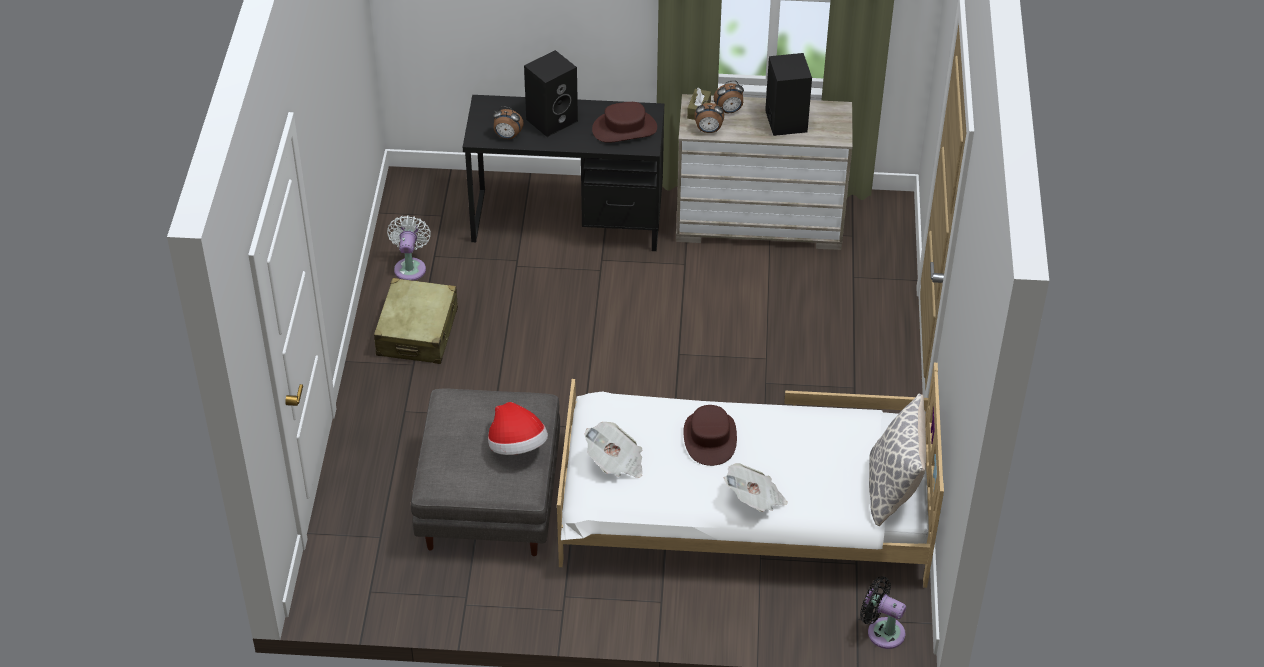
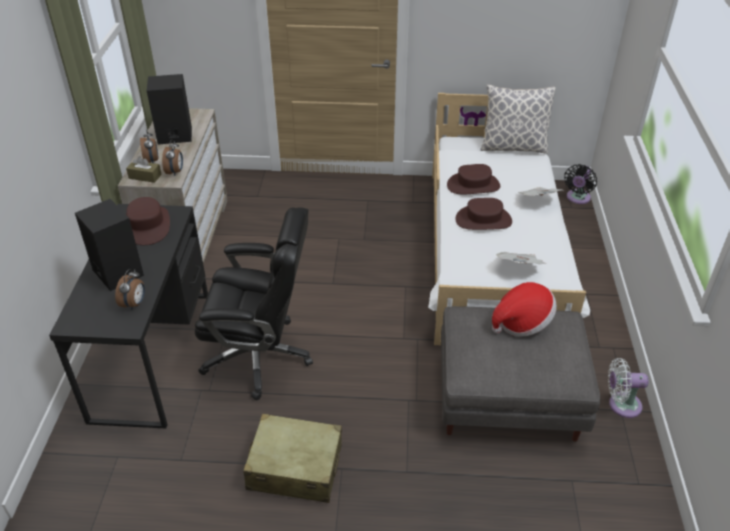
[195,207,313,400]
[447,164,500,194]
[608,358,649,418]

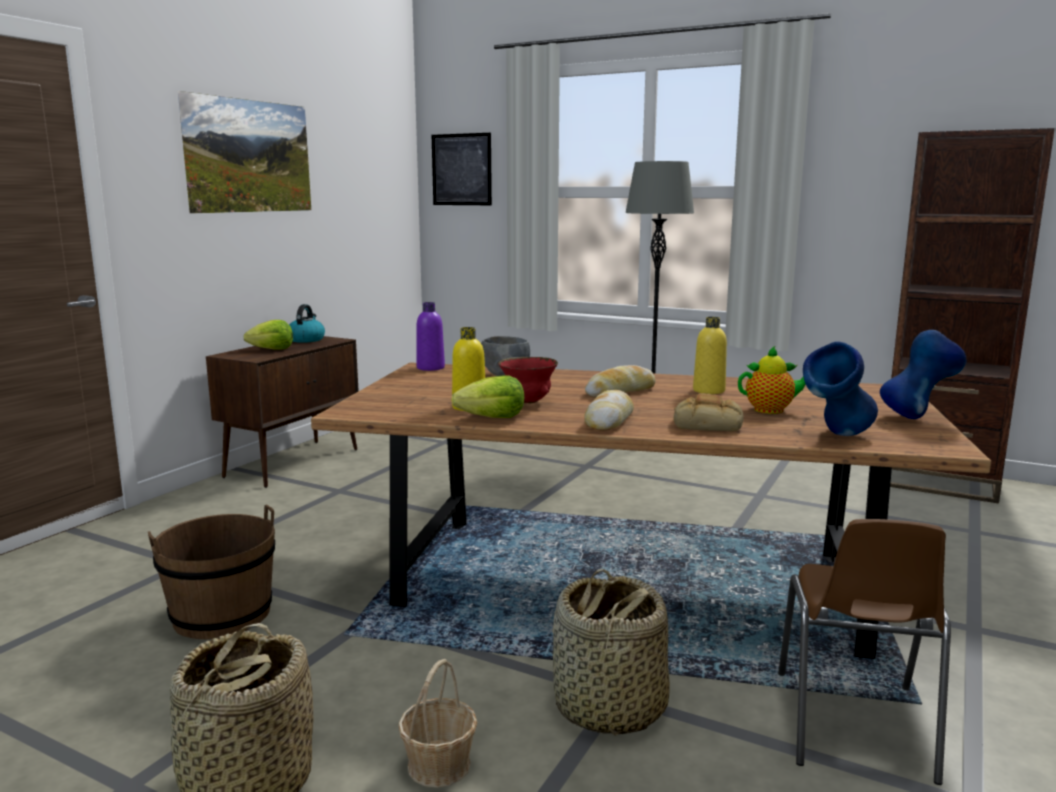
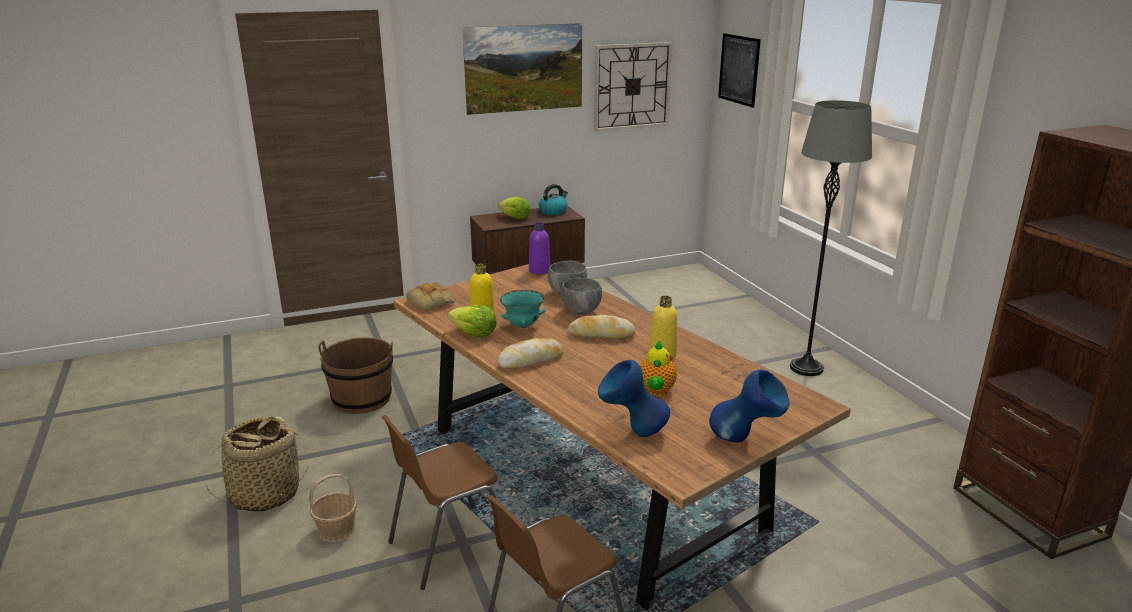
[561,277,602,315]
[594,42,672,132]
[406,282,454,311]
[382,415,498,590]
[500,289,546,328]
[640,342,677,396]

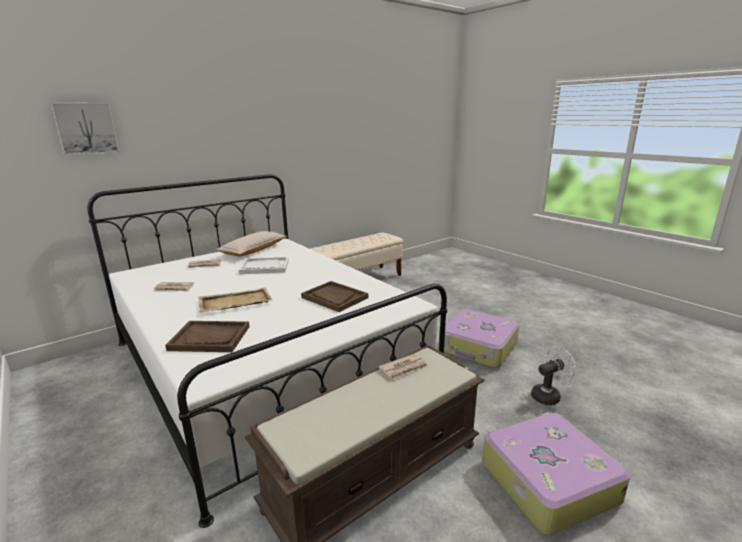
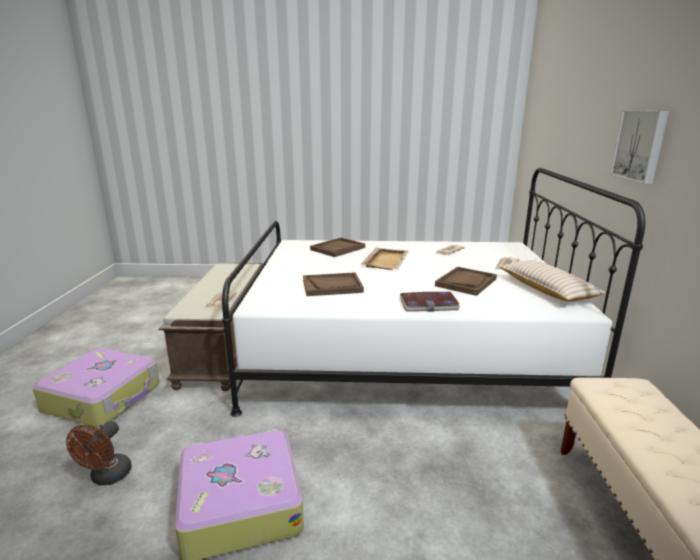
[400,292,460,312]
[610,110,669,184]
[435,267,497,296]
[66,421,132,485]

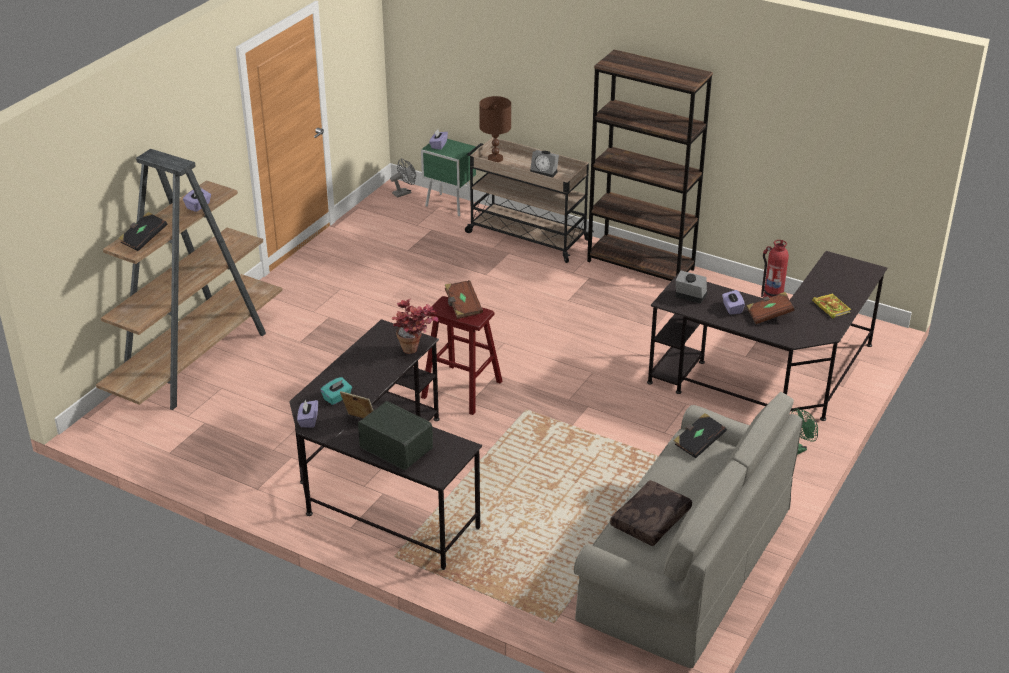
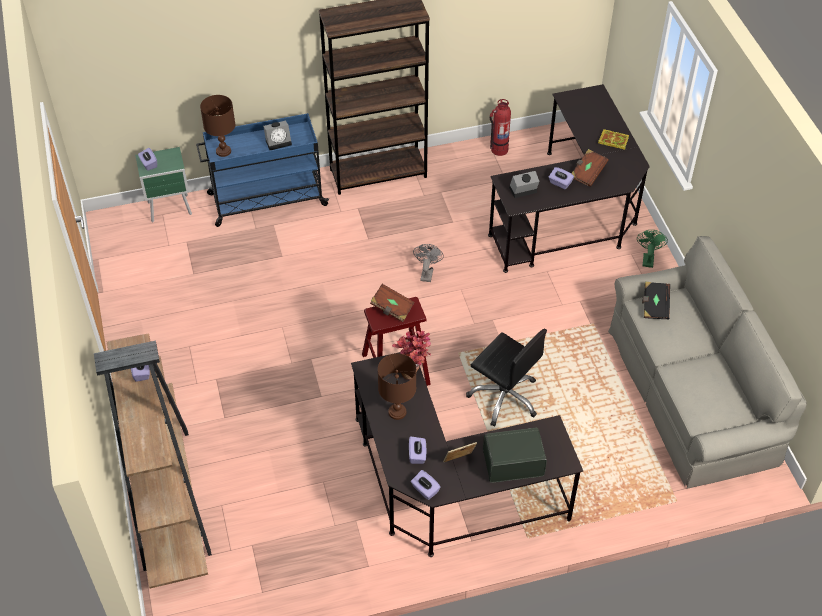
[118,212,168,251] (first image)
[610,480,692,546] (first image)
[378,353,416,420]
[466,329,547,427]
[413,244,444,282]
[409,436,426,464]
[196,113,329,227]

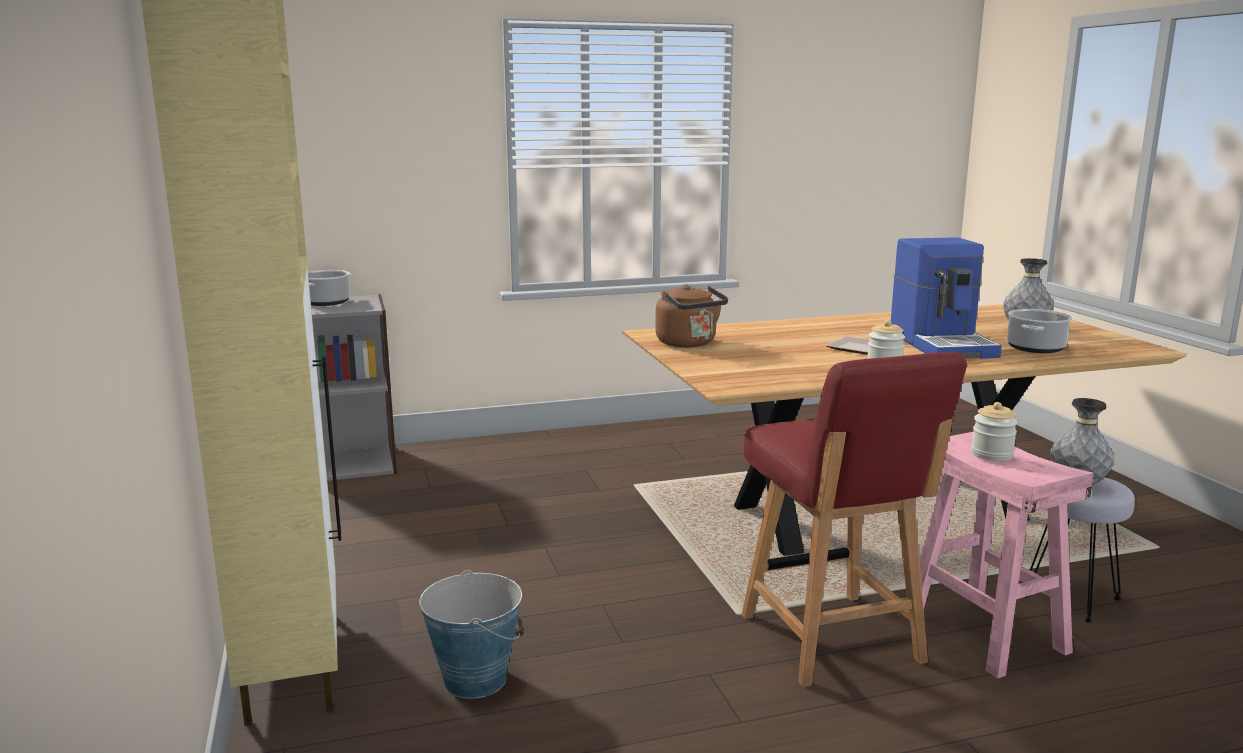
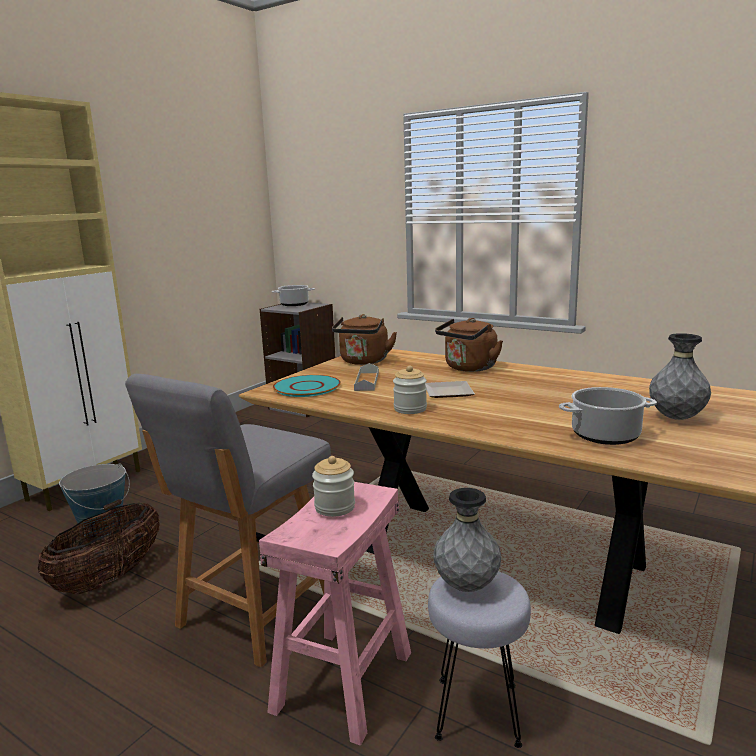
[891,237,1002,359] (first image)
[38,503,160,594]
[273,375,341,397]
[354,363,379,391]
[435,318,503,372]
[125,374,331,667]

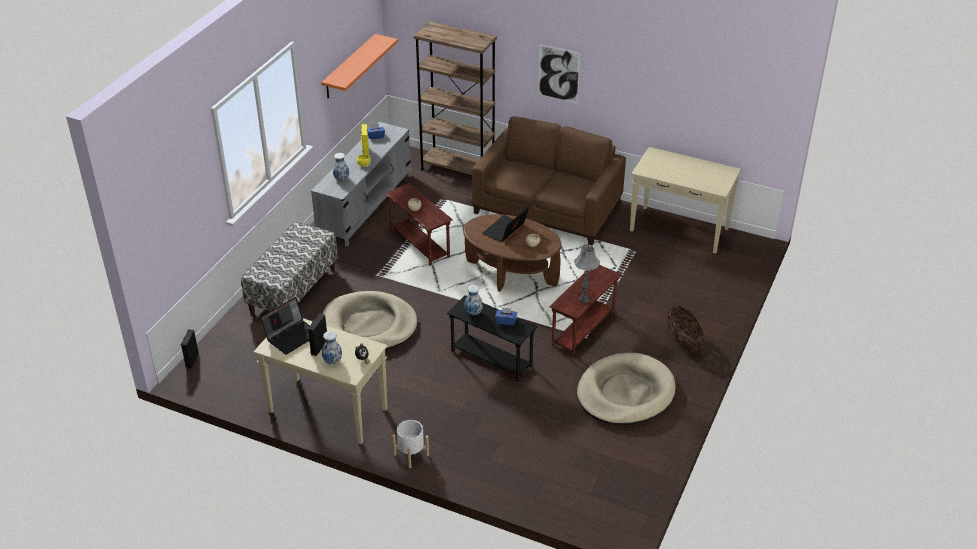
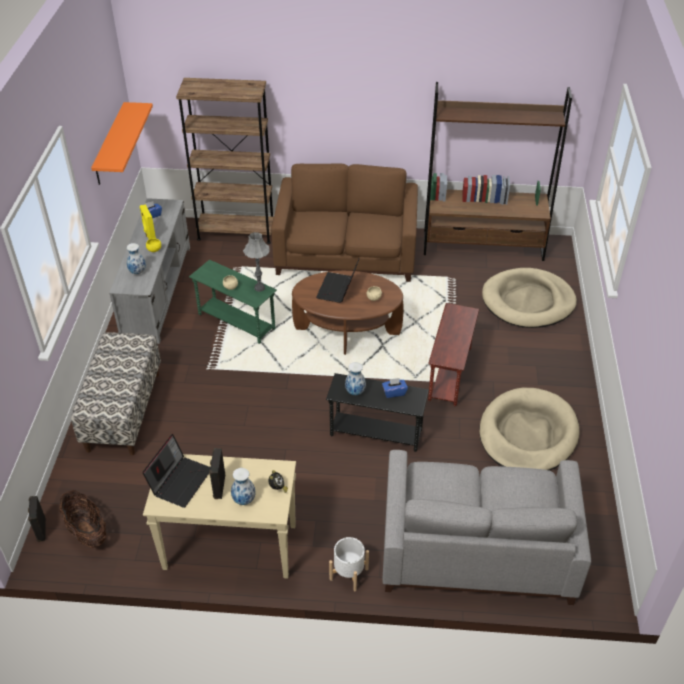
[538,44,581,104] (first image)
[383,450,591,605]
[482,268,577,328]
[243,232,269,292]
[60,490,106,548]
[424,82,572,261]
[189,260,277,344]

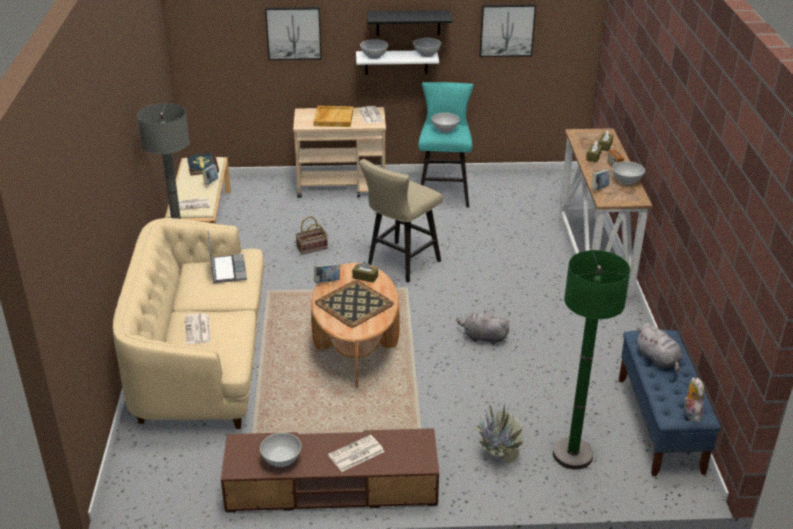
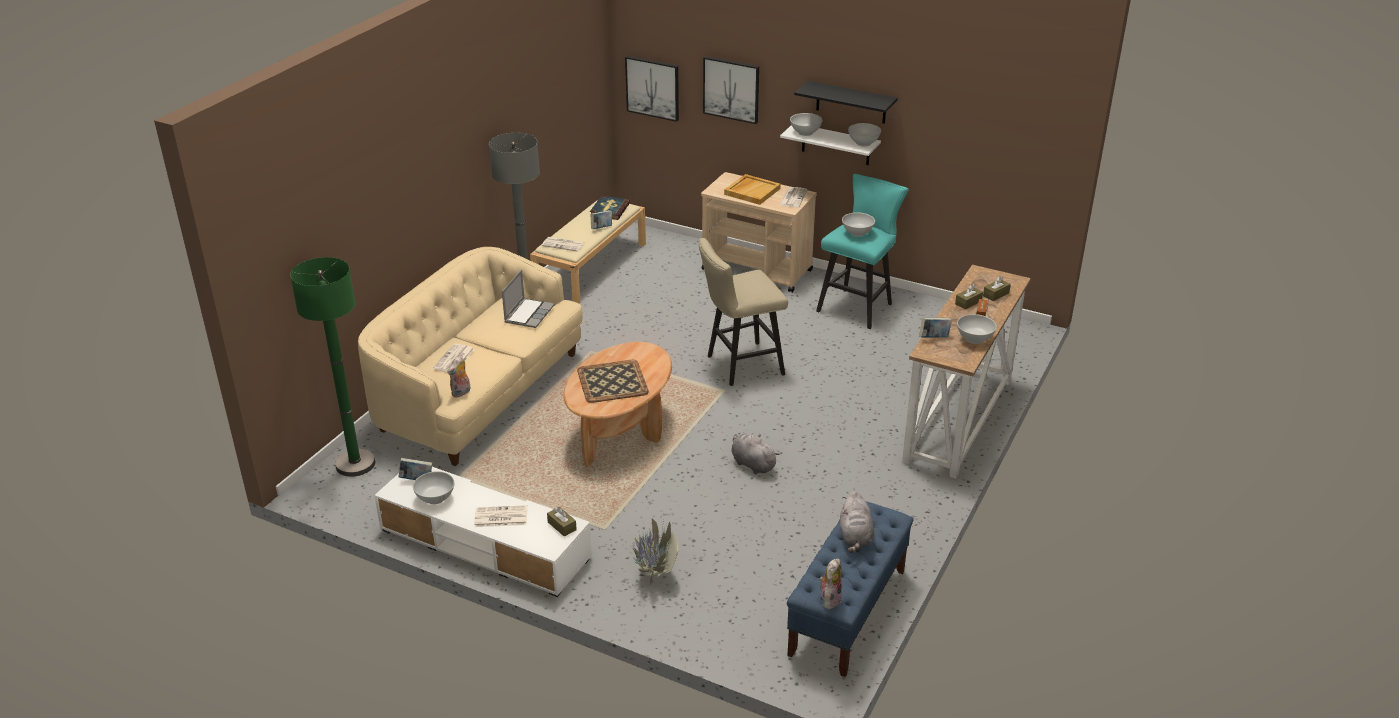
[296,217,328,255] (first image)
[447,355,471,398]
[399,458,432,480]
[547,507,577,537]
[625,56,679,122]
[290,257,375,477]
[374,467,592,597]

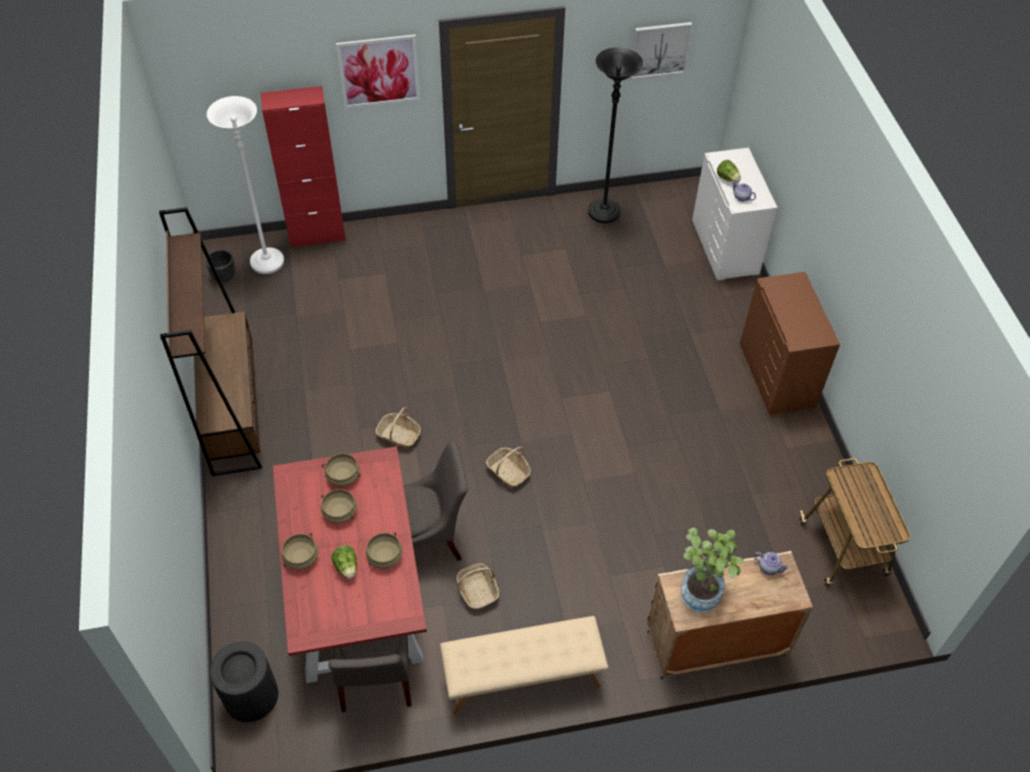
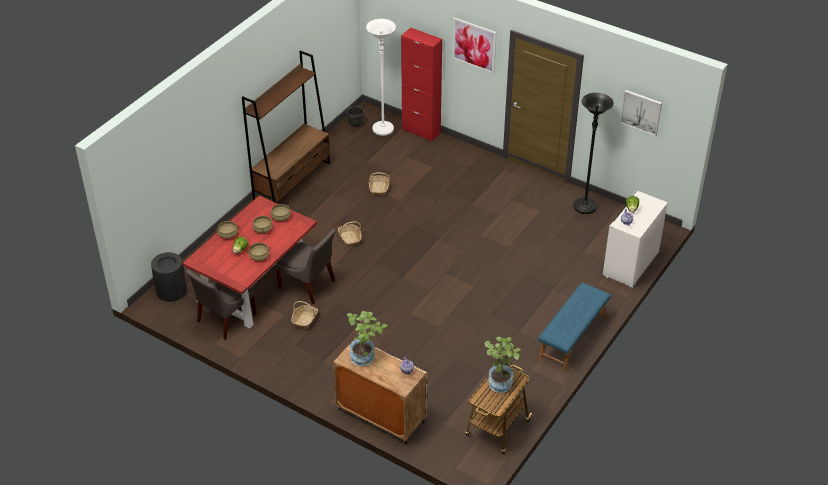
[440,616,608,715] (first image)
[485,337,521,393]
[369,172,390,195]
[538,282,611,371]

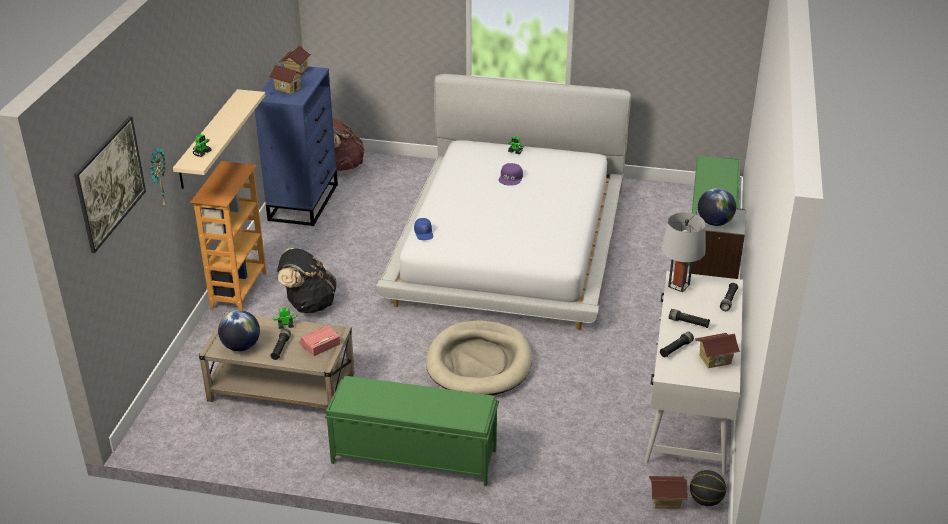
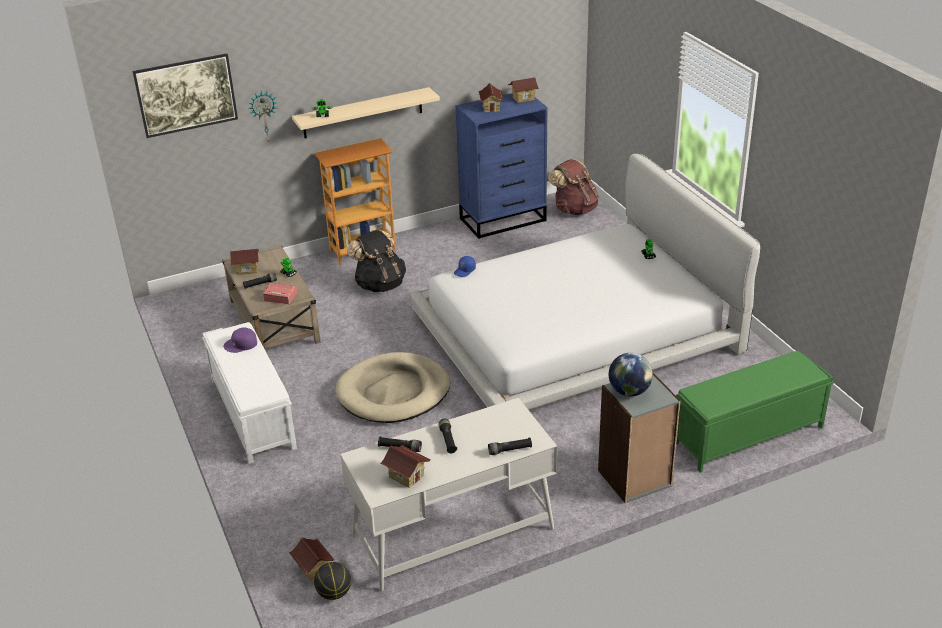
[661,213,706,292] (first image)
[224,327,257,353]
[230,249,259,275]
[202,322,297,464]

